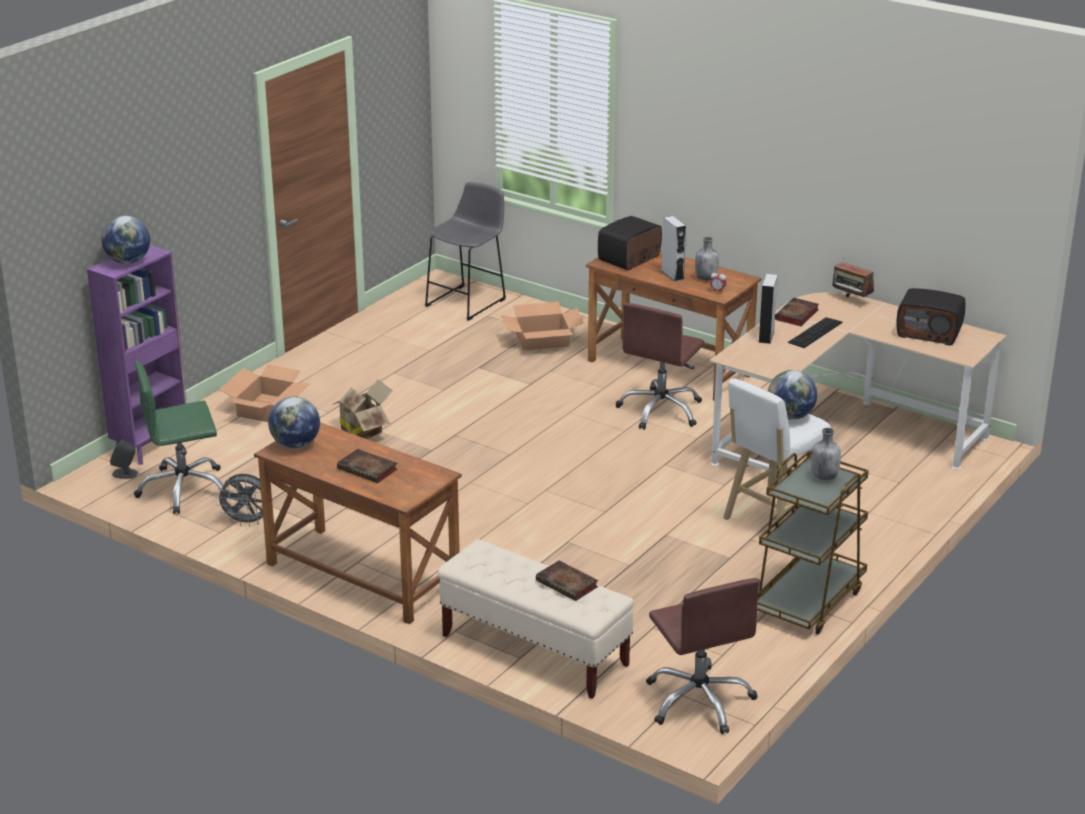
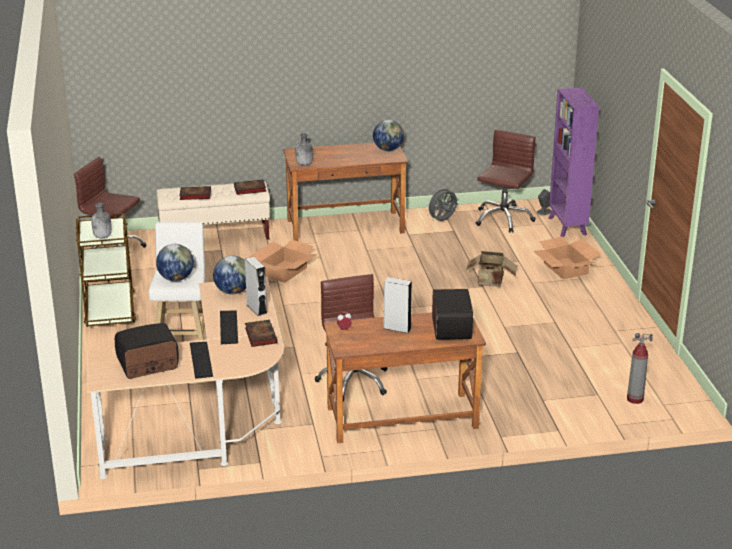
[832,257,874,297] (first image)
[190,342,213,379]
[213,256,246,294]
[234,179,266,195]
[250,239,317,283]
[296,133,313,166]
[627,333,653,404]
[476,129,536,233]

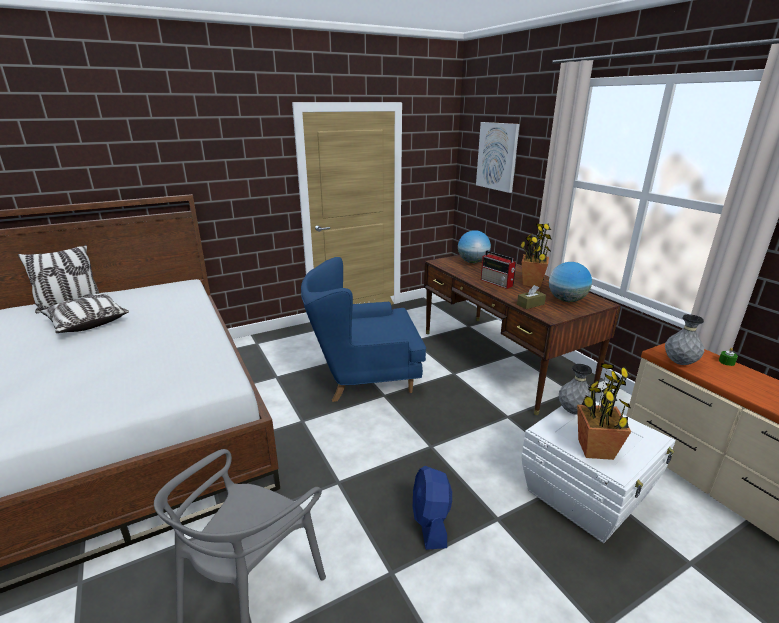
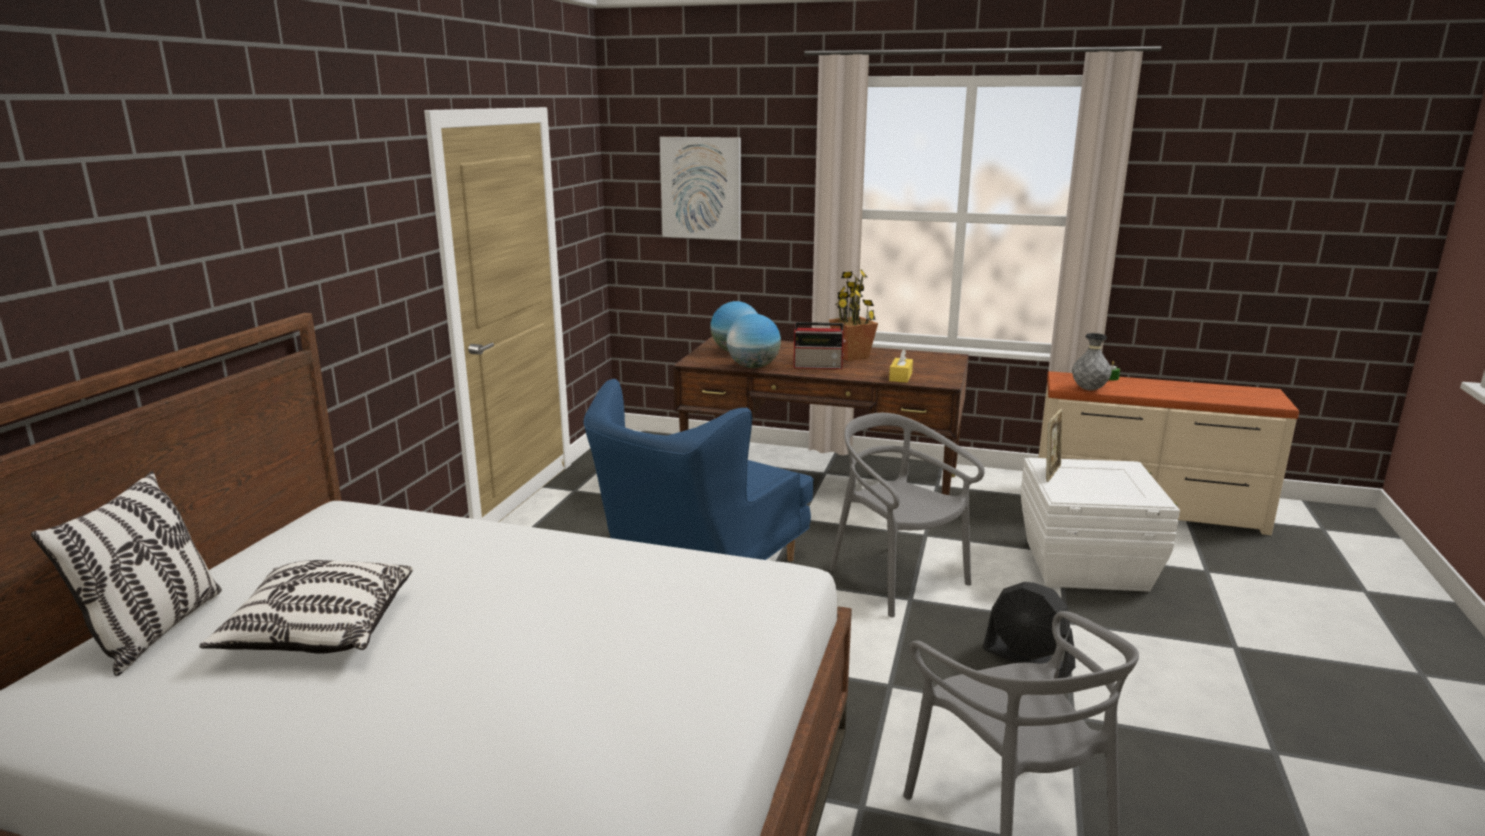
[577,363,632,460] (first image)
[830,413,985,618]
[727,314,781,368]
[1046,409,1063,482]
[983,582,1075,678]
[889,349,913,383]

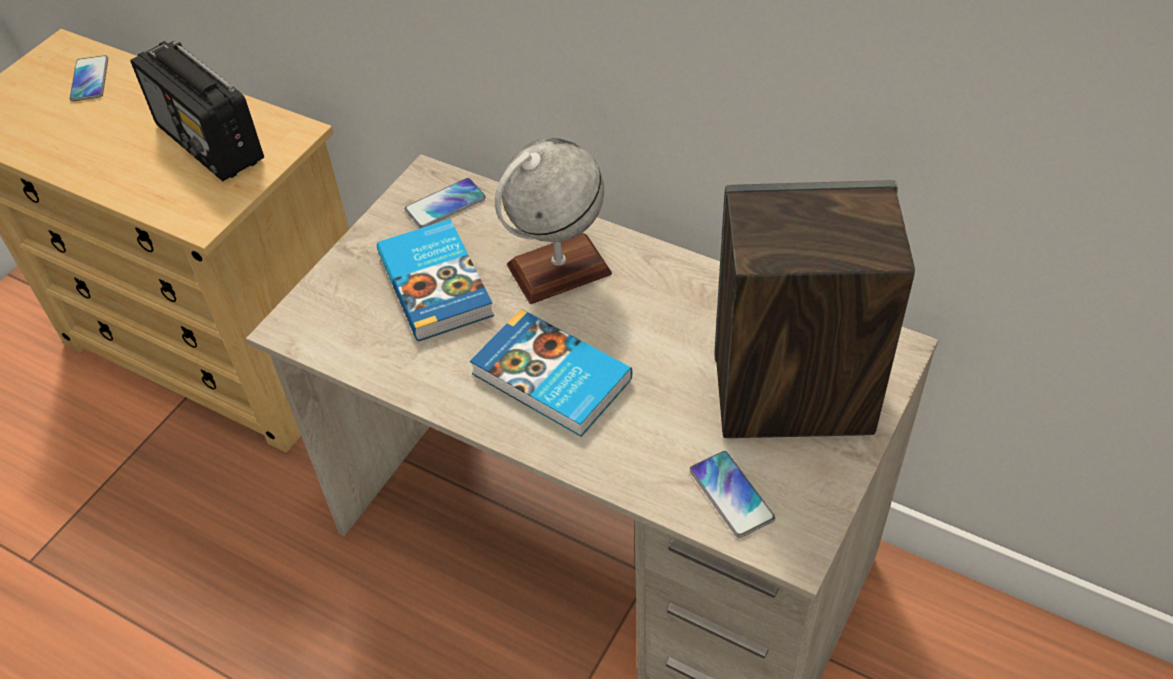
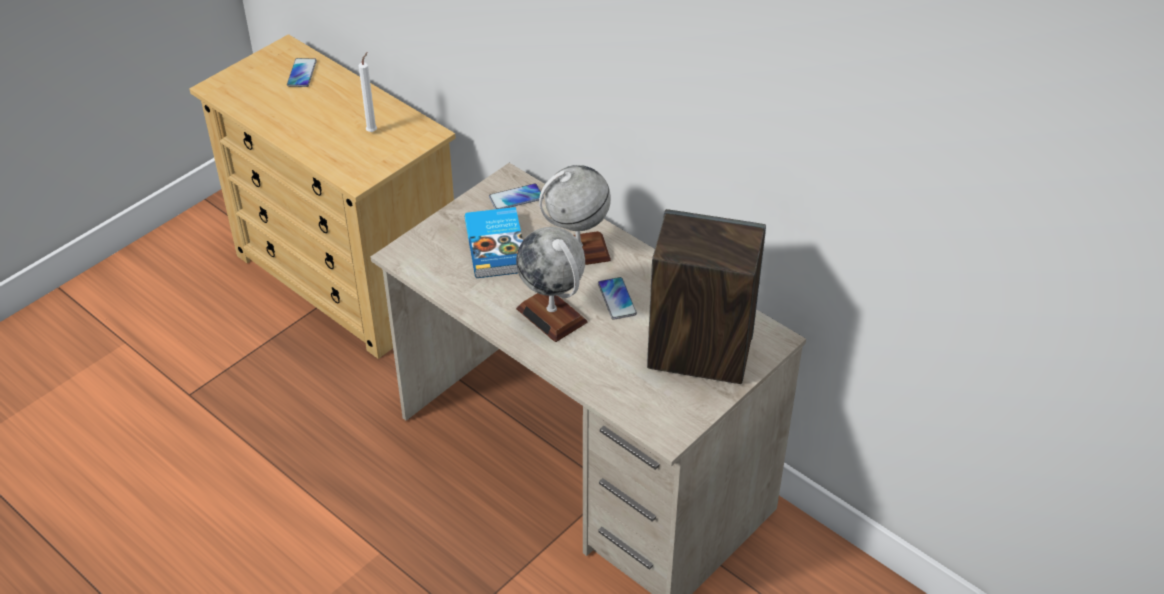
[598,277,637,320]
[358,52,377,132]
[516,227,587,342]

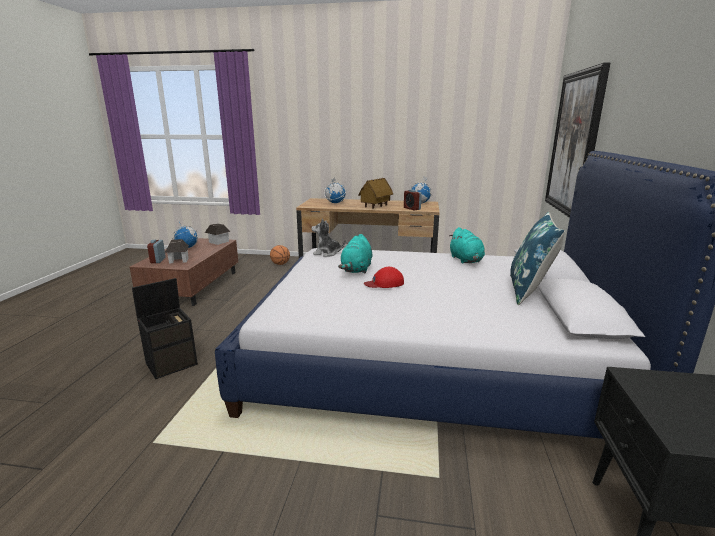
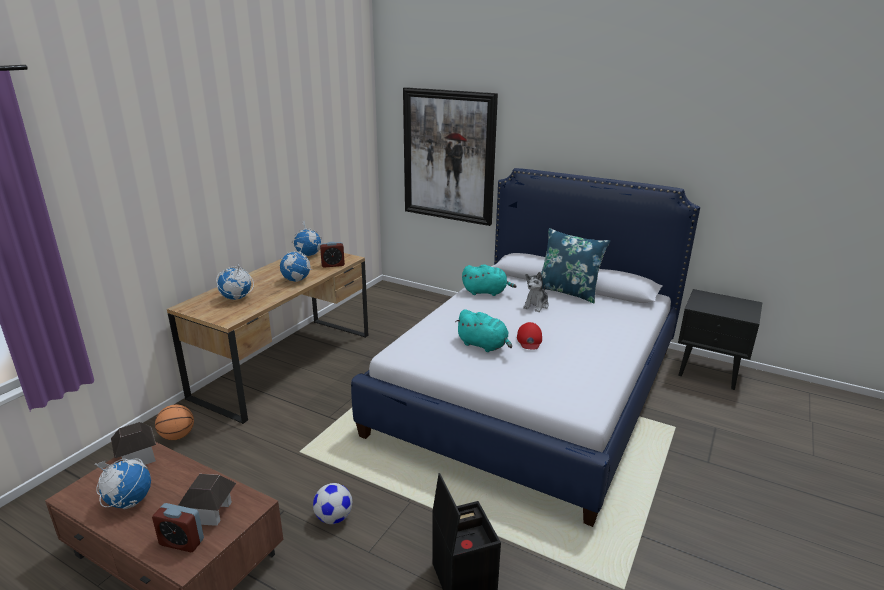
[313,483,352,524]
[523,272,549,312]
[280,242,312,282]

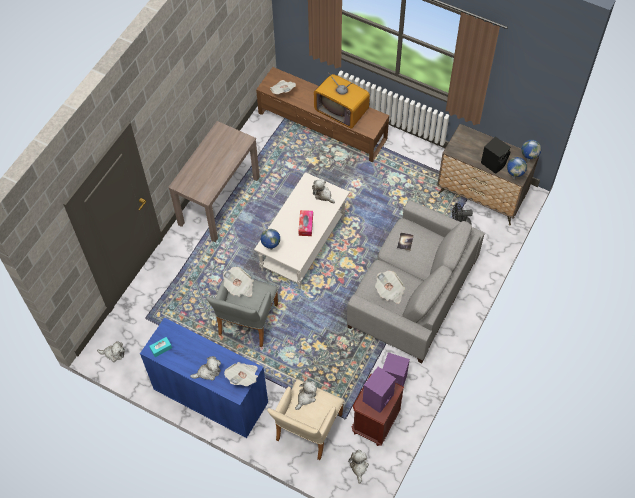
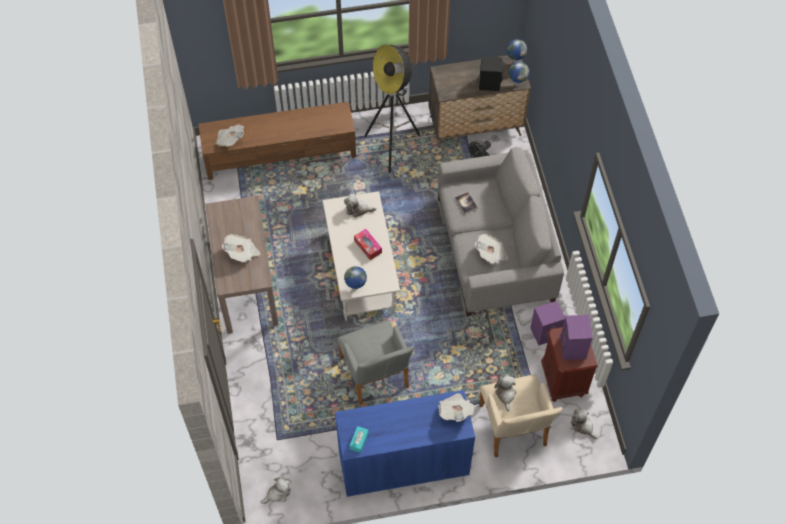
[190,356,221,381] (first image)
[314,73,370,129] (first image)
[364,45,420,173]
[222,234,260,263]

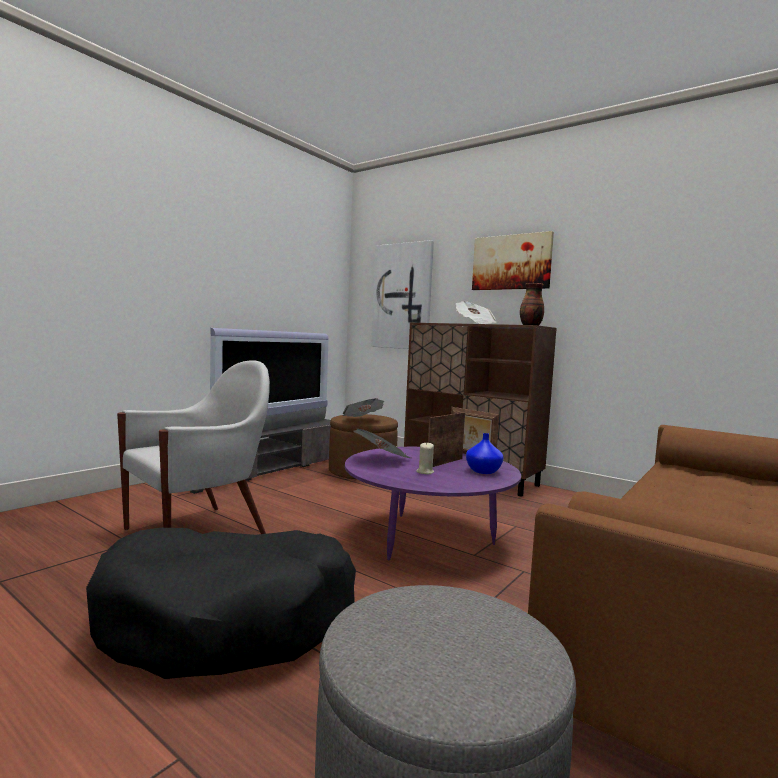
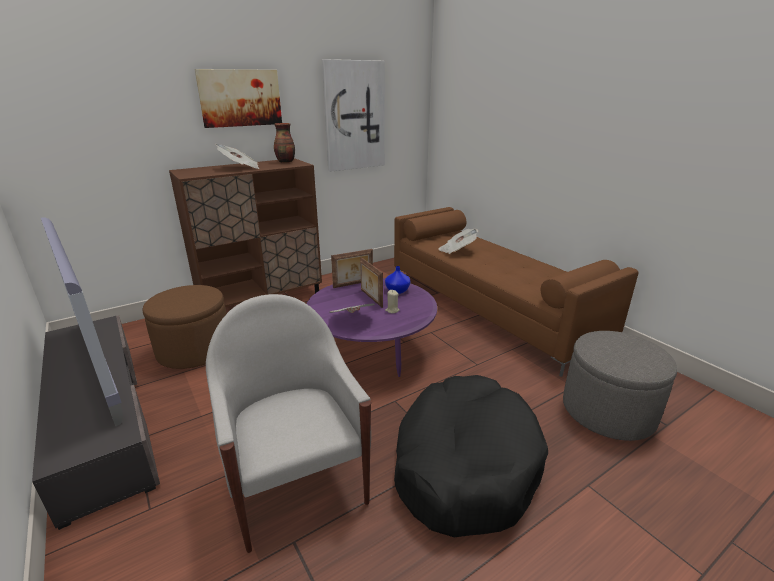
[438,229,479,254]
[322,59,385,172]

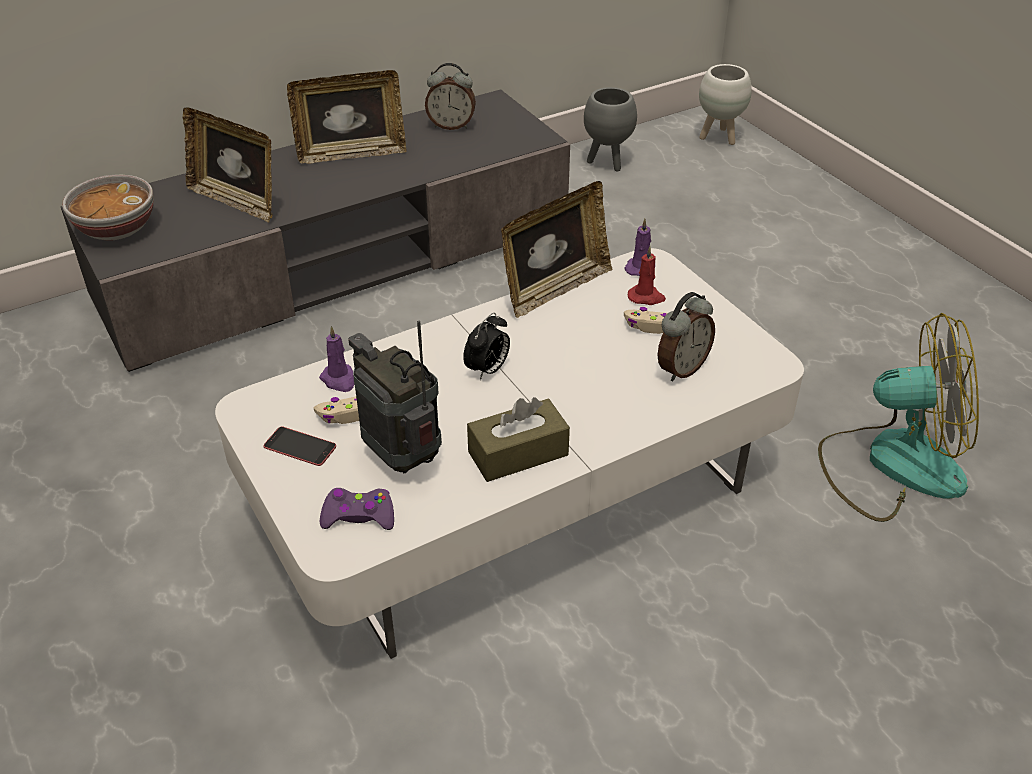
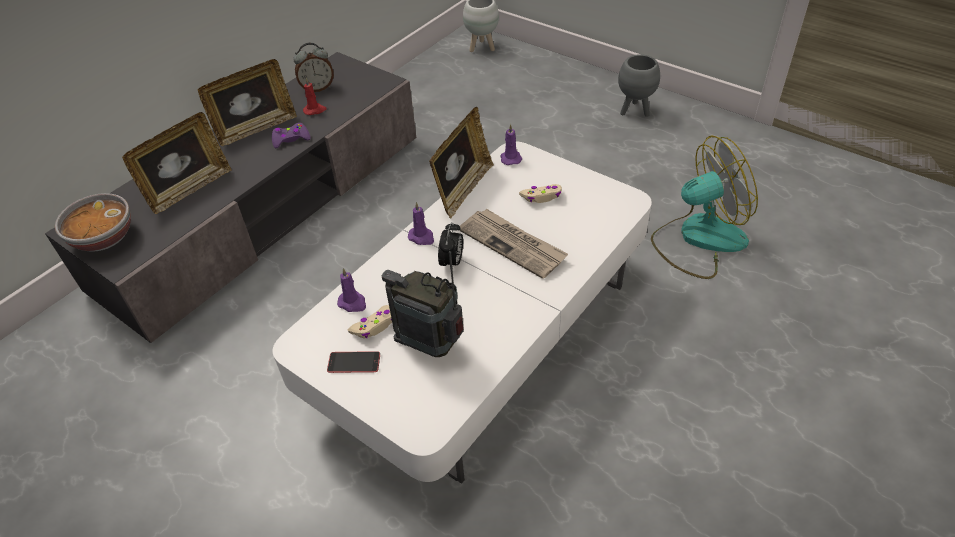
[467,397,570,482] (first image)
[658,292,715,381] (first image)
[408,202,434,245]
[459,209,568,279]
[272,123,311,148]
[618,54,660,117]
[303,78,327,115]
[122,112,232,214]

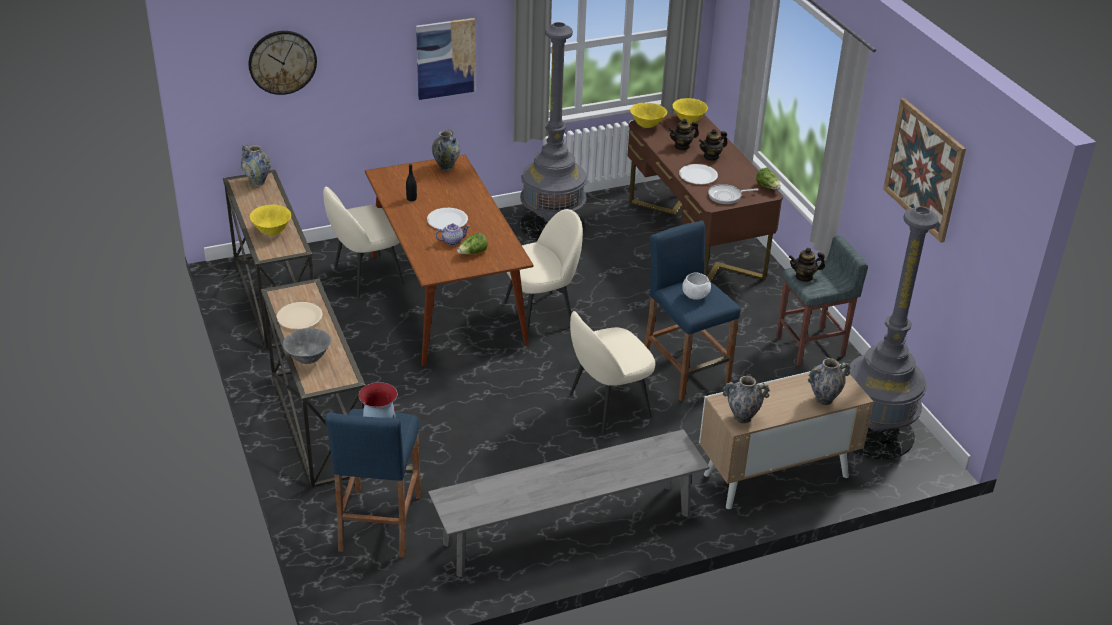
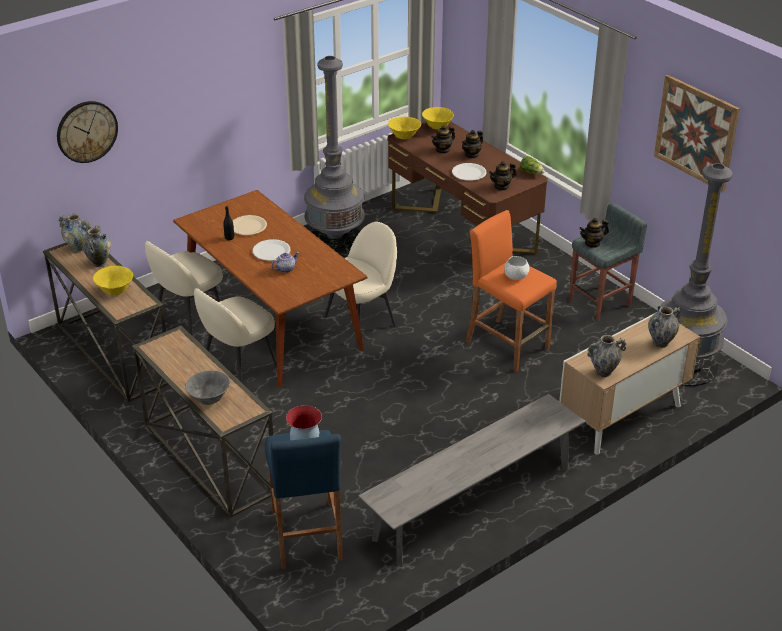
[416,18,475,100] (first image)
[457,233,488,254] (first image)
[233,215,267,235]
[82,225,111,267]
[194,288,277,383]
[489,161,516,191]
[465,210,557,372]

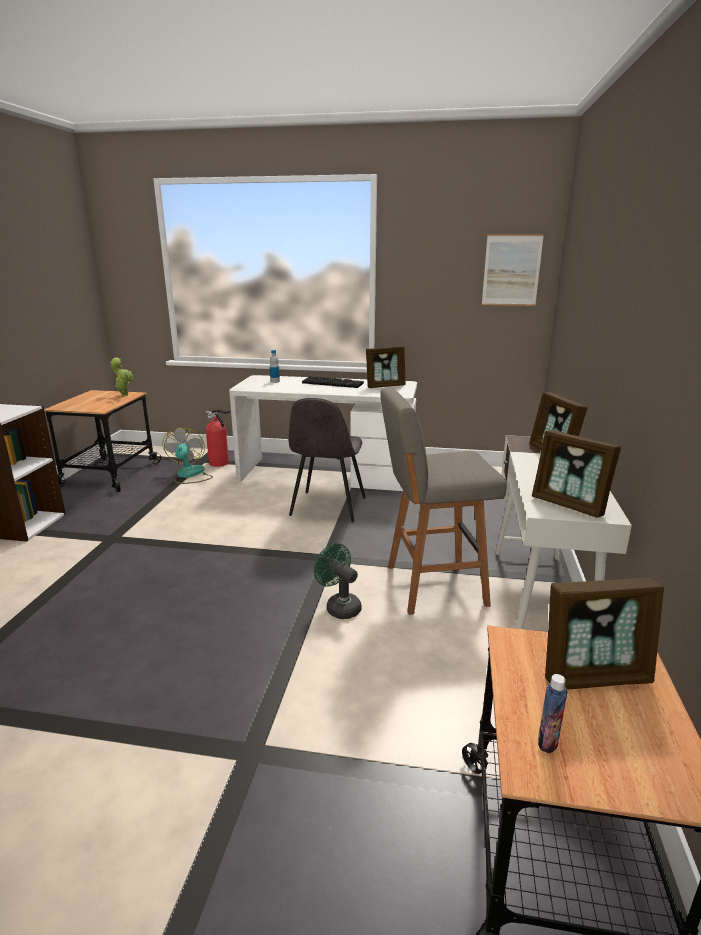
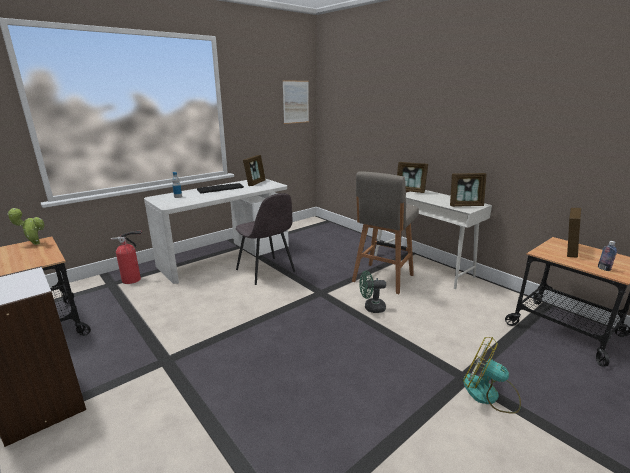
[463,337,521,414]

